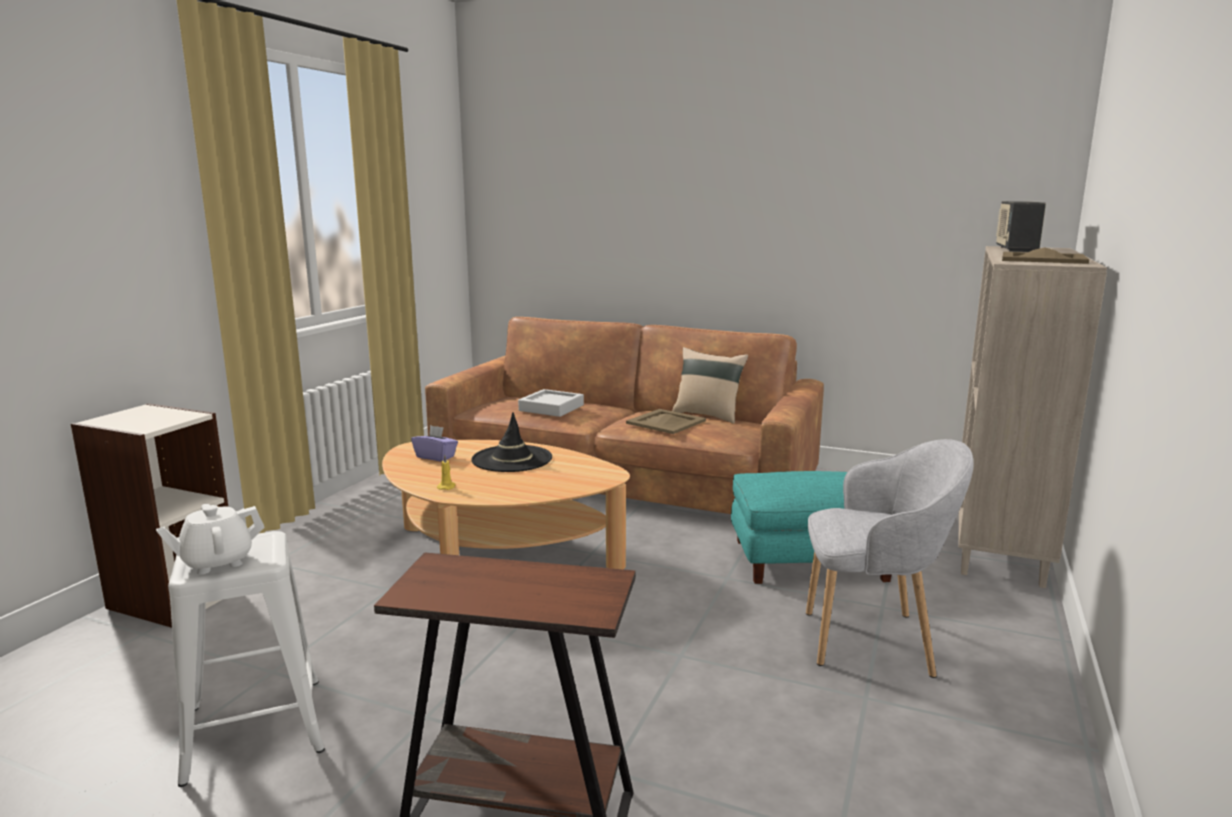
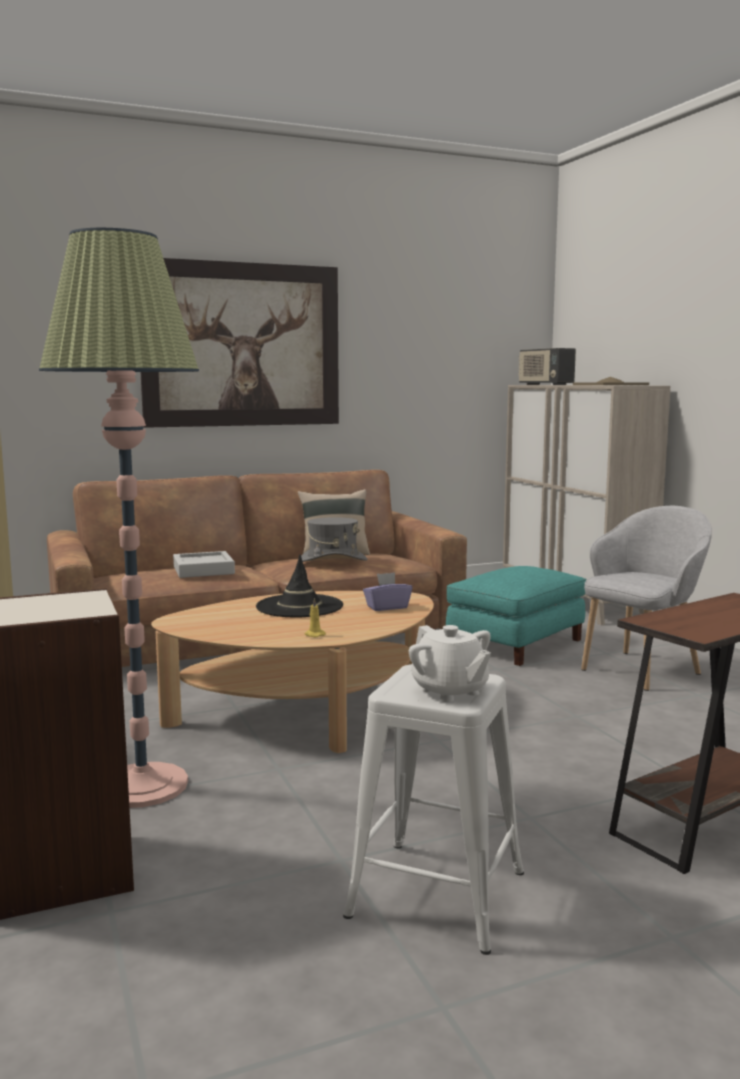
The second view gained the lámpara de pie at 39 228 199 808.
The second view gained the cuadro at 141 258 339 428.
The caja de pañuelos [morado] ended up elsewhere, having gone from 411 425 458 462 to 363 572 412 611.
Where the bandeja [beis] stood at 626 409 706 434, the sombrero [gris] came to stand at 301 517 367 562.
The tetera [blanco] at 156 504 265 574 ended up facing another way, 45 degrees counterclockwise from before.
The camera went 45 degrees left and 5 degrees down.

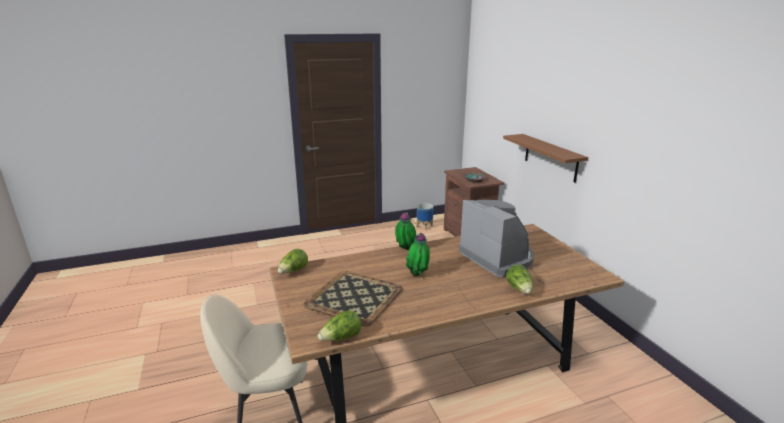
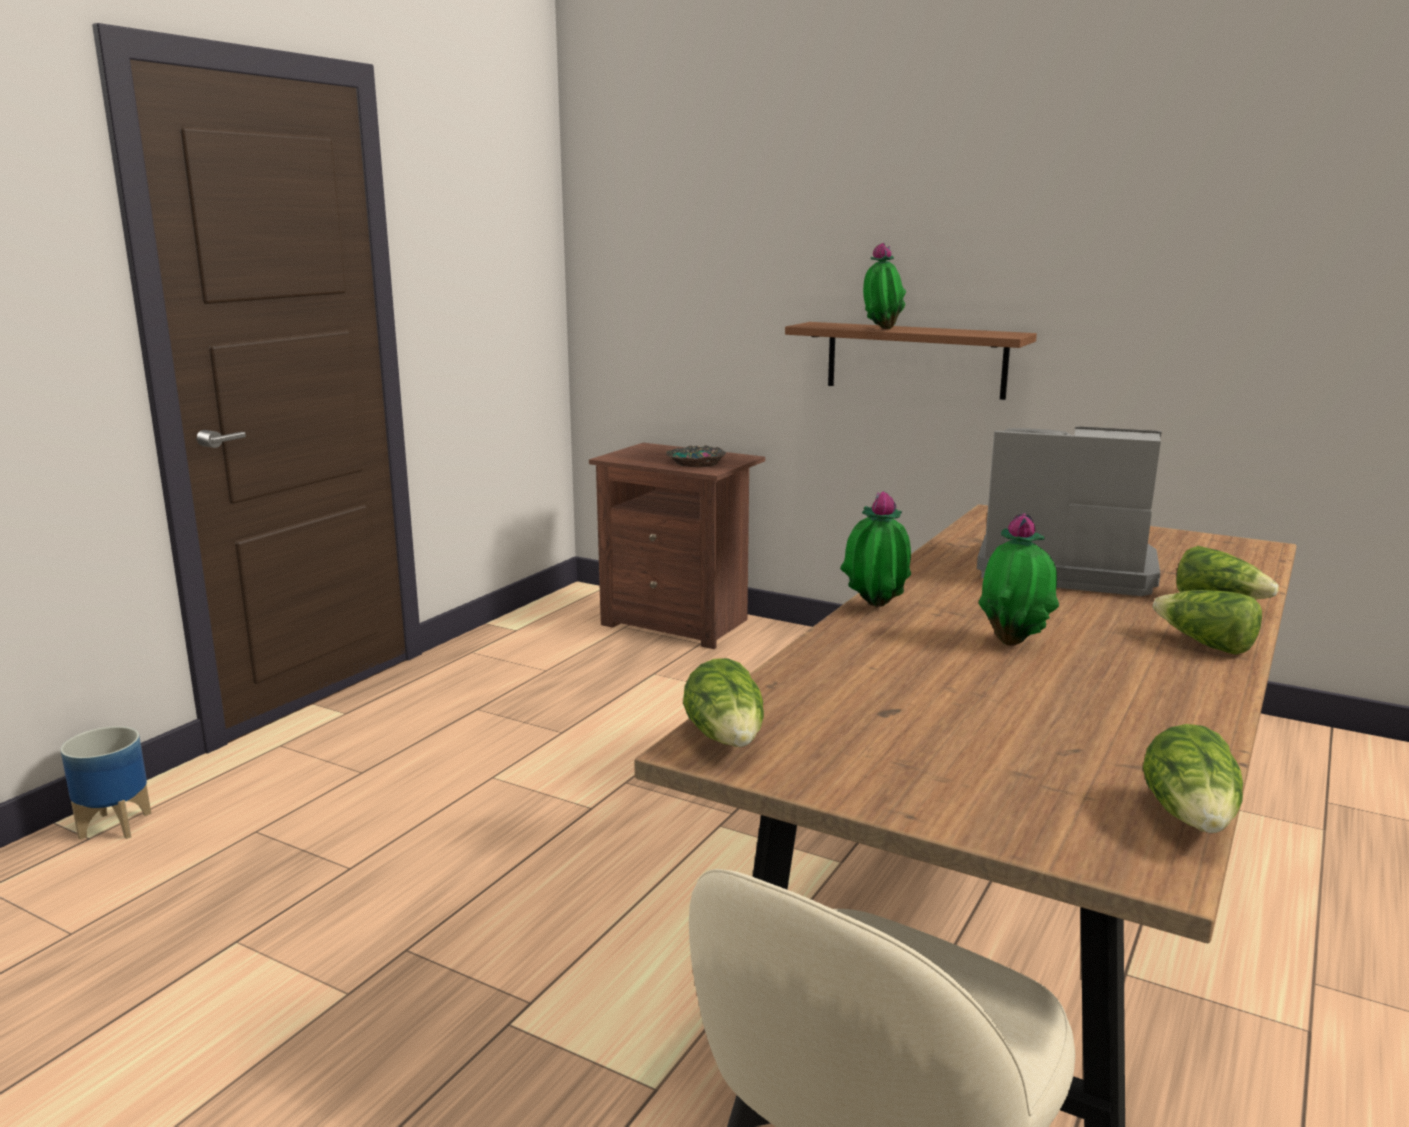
The second view lost the bandeja at 304 271 403 326.
The second view gained the planta en maceta at 863 243 906 330.
The second view gained the lechuga at 1153 590 1262 655.
The maceta ended up elsewhere, having gone from 417 203 434 230 to 61 726 151 840.
The camera went 40 degrees left and 5 degrees down.

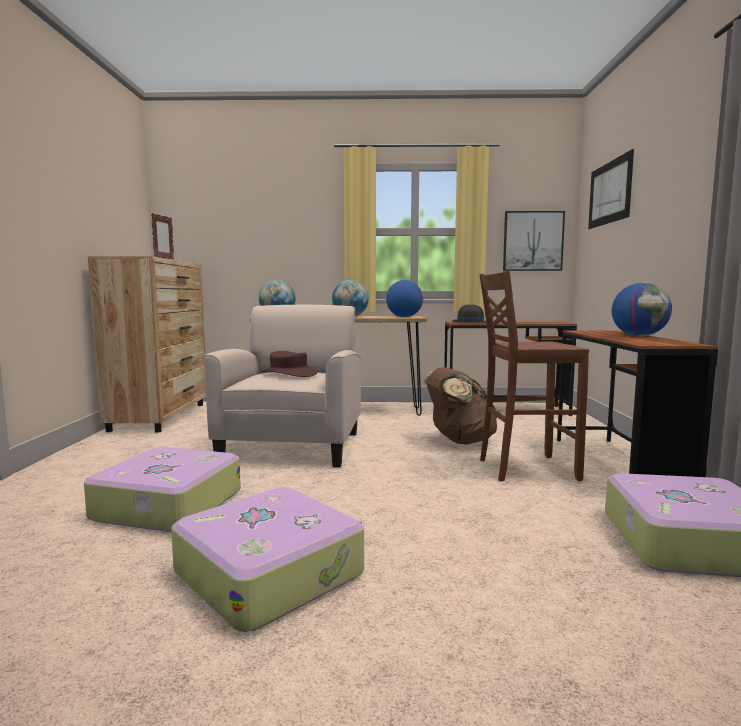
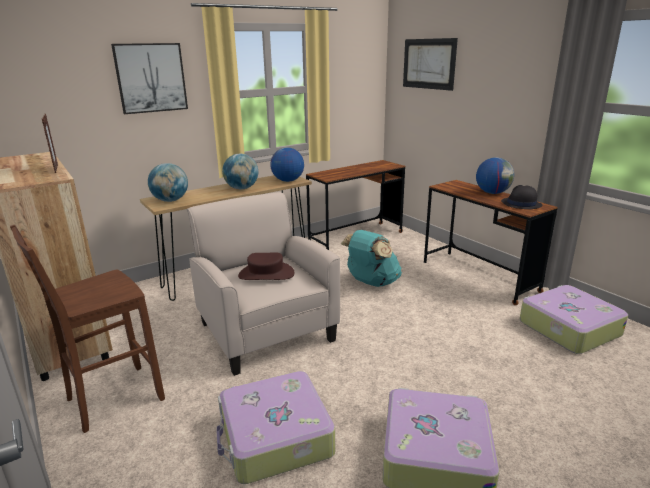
The sombrero [negro] ended up elsewhere, having gone from 452 304 486 322 to 501 185 542 209.
The taburete [marrón] ended up elsewhere, having gone from 479 270 589 481 to 10 225 165 433.
The cuadro ended up elsewhere, having gone from 503 211 565 271 to 111 43 188 114.
What was the mochila [marrón] at 423 367 498 445 turned into the mochila [turquesa] at 341 230 402 287.
The camera went 35 degrees left and 15 degrees up.

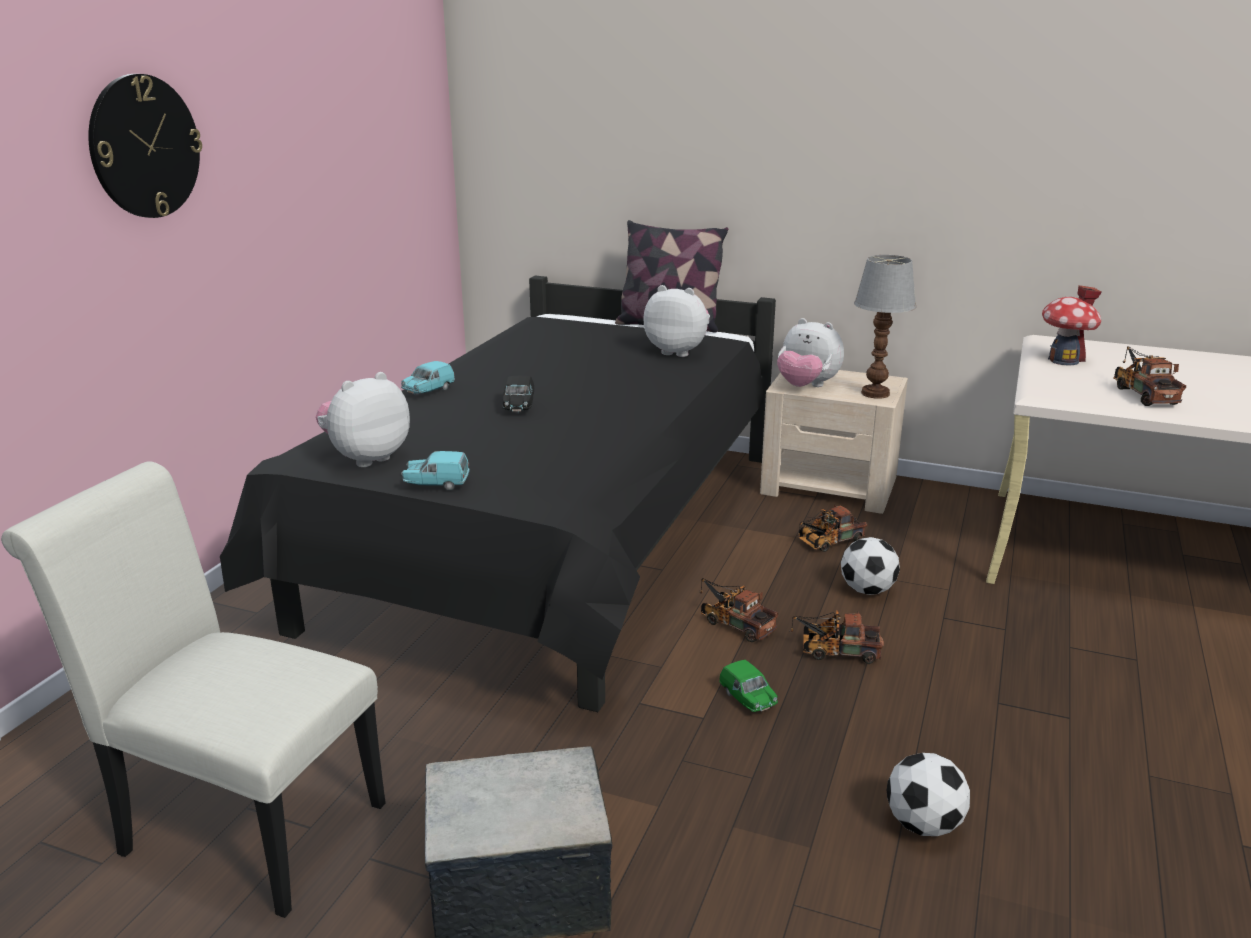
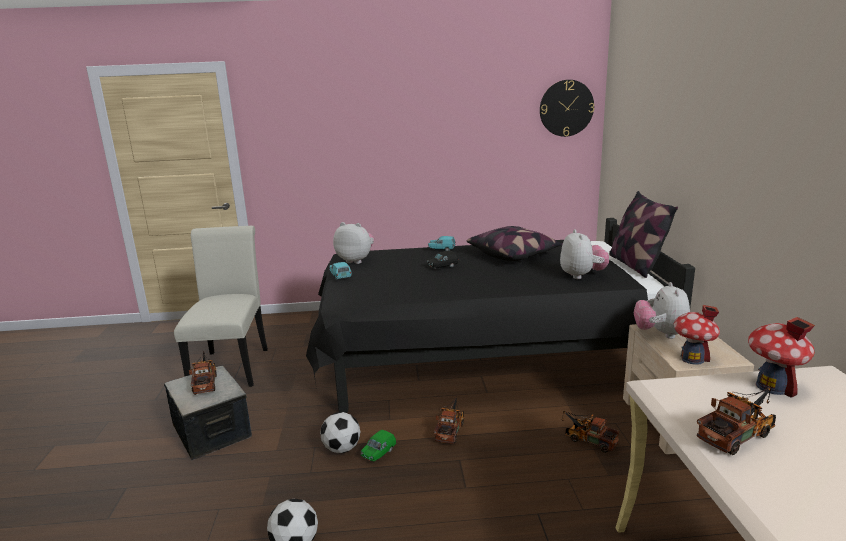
The second view gained the cojín at 466 226 563 261.
The reloj de pared ended up elsewhere, having gone from 88 74 202 218 to 540 80 594 137.
The camión de juguete ended up elsewhere, having gone from 789 610 884 664 to 189 351 217 395.
The balón de fútbol ended up elsewhere, having gone from 841 537 900 595 to 320 412 360 453.
Where the lámpara de mesa stood at 854 255 916 399, the casita came to stand at 674 305 720 365.
The camera went 65 degrees right and 5 degrees down.

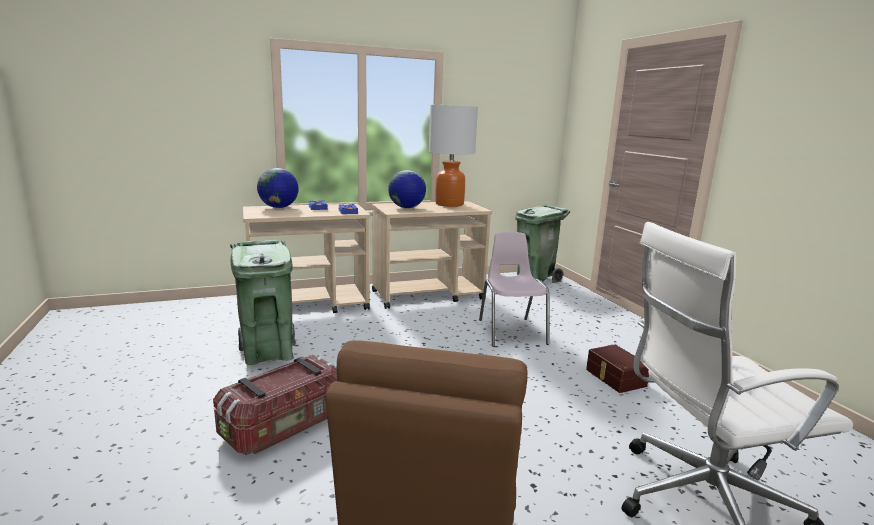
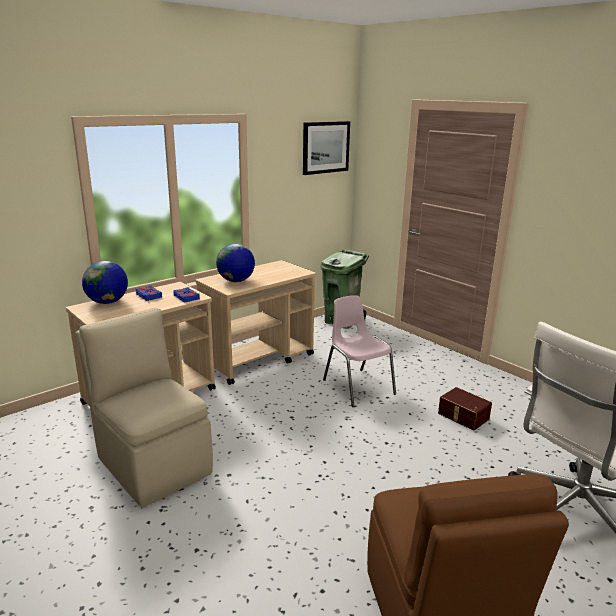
The second view lost the caja de almacenaje at 213 355 338 454.
The second view lost the lámpara de mesa at 429 105 478 207.
The second view gained the cuadro at 303 121 350 175.
Where the papelera [verde] stood at 230 240 296 365, the silla [beis] came to stand at 76 308 213 507.
The camera went 20 degrees left and 5 degrees up.

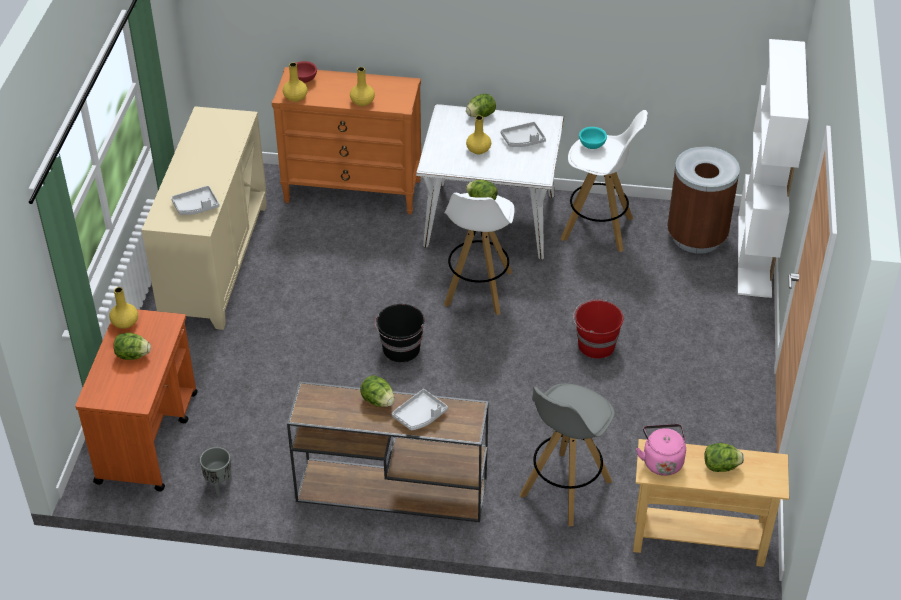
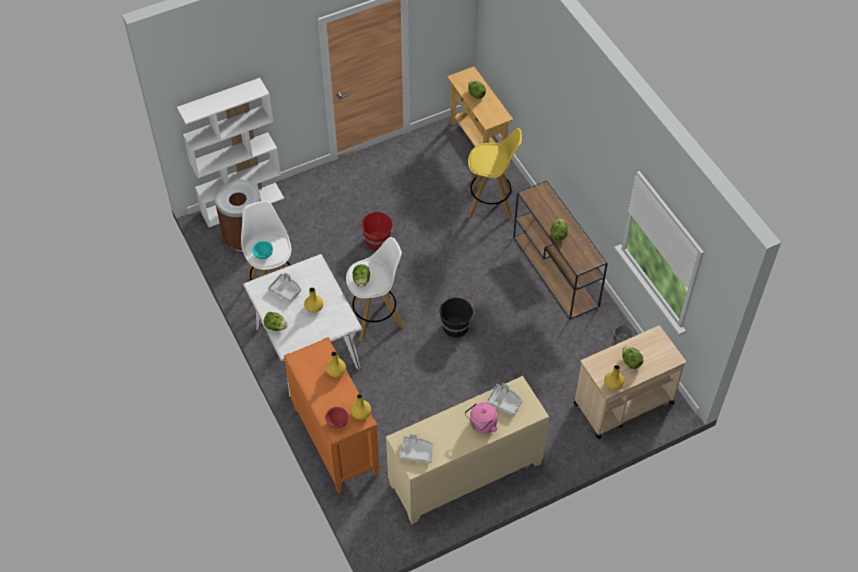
The bandeja [gris] ended up elsewhere, having gone from 392 389 448 431 to 400 434 434 463.
The hervidor [rosa] ended up elsewhere, having gone from 636 424 686 476 to 465 403 498 434.
What was the carrito [naranja] at 75 309 198 491 turned into the carrito [beis] at 574 325 686 439.
What was the taburete [gris] at 520 383 615 526 turned into the taburete [amarillo] at 467 128 522 220.
The camera went 125 degrees left and 10 degrees up.

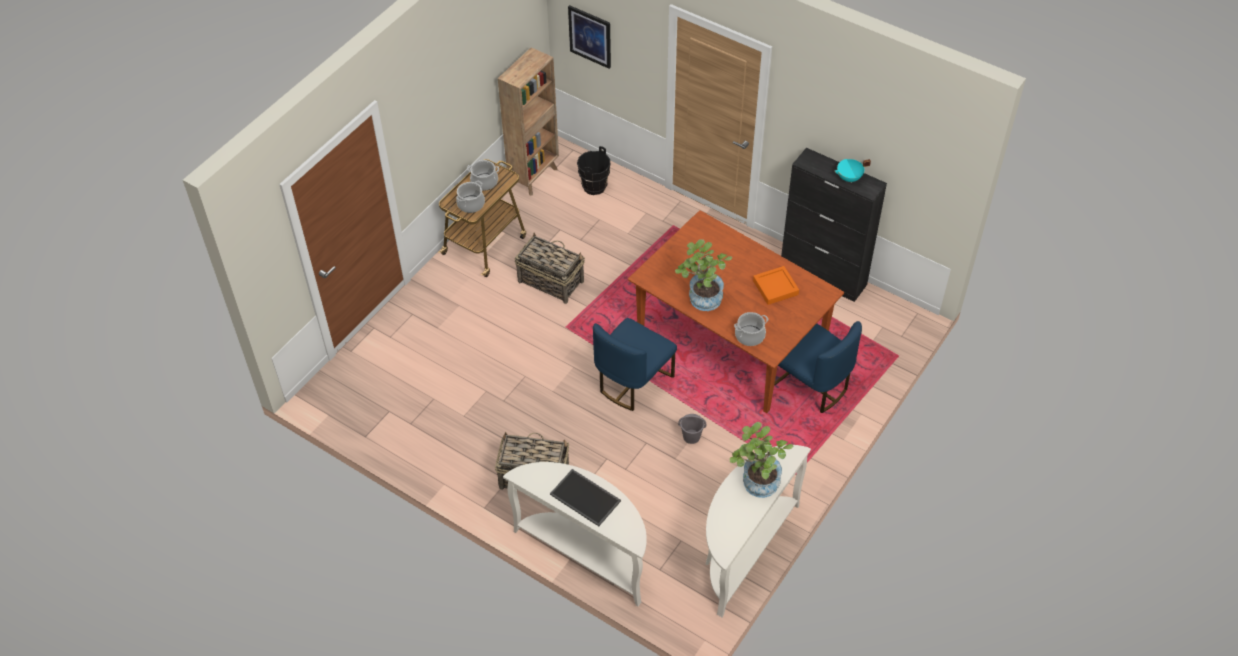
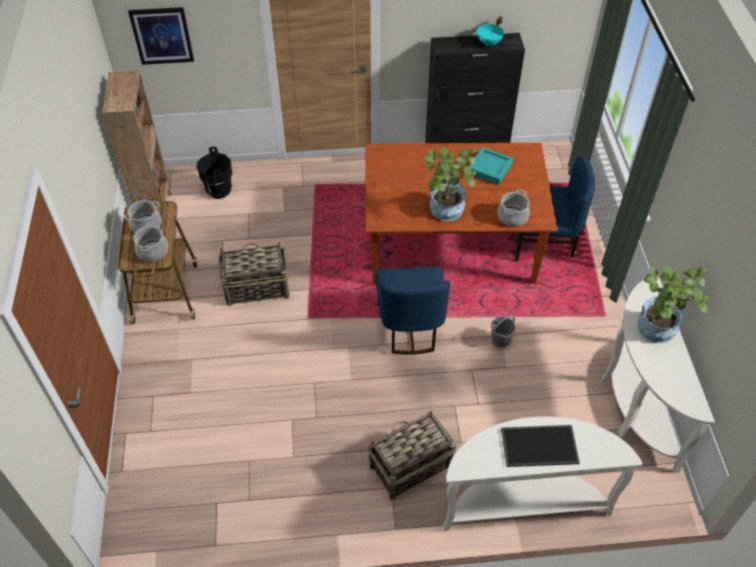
What was the bandeja [naranja] at 753 266 799 305 turned into the bandeja [turquesa] at 469 147 513 185.
The camera went 40 degrees left and 0 degrees up.

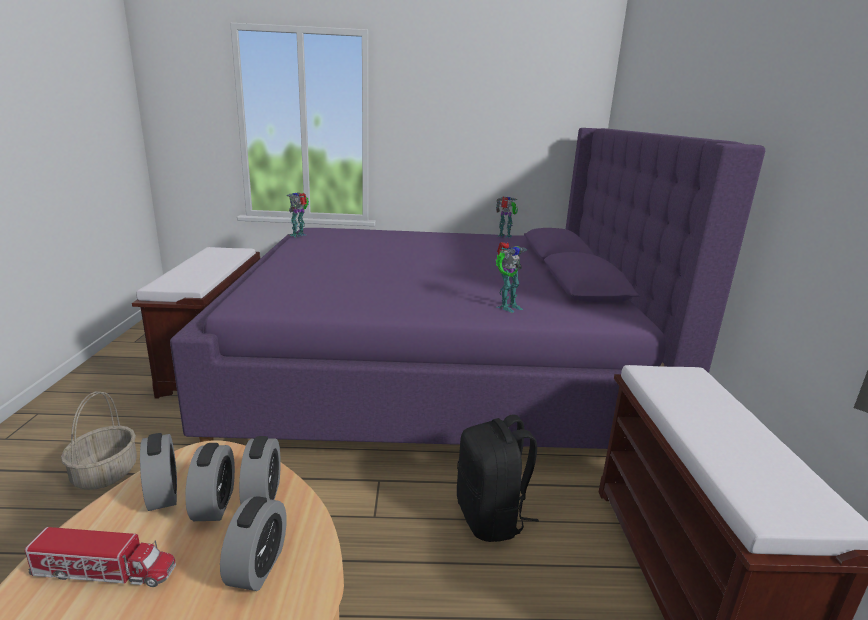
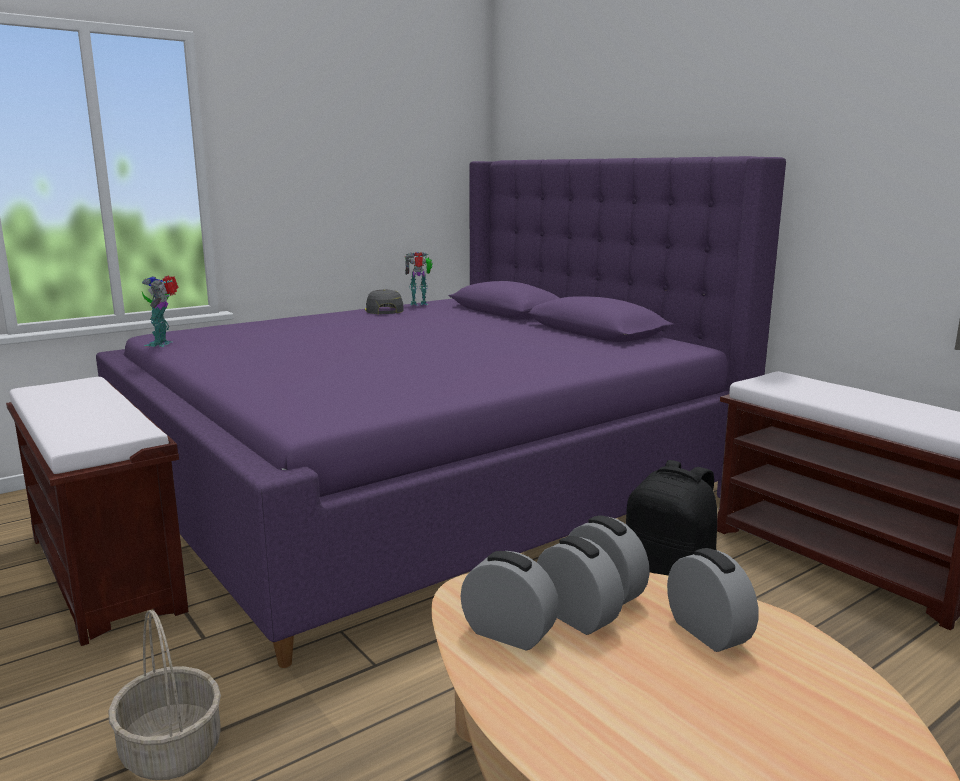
The second view lost the camión de juguete at 25 527 176 587.
The second view lost the robot de juguete at 496 242 528 312.
The second view gained the gorra [gris] at 365 290 404 314.
The camera went 35 degrees left and 5 degrees down.

